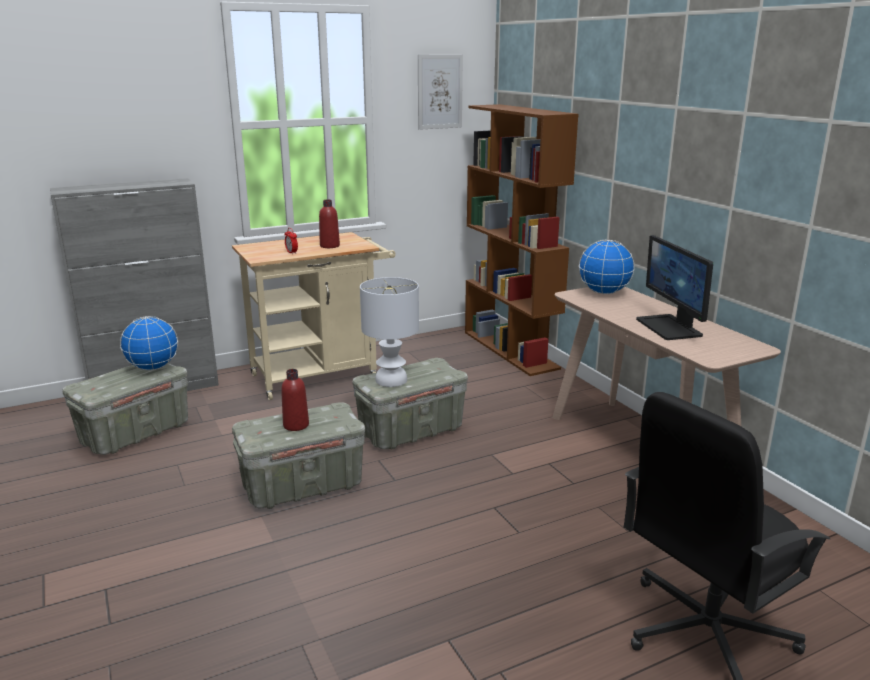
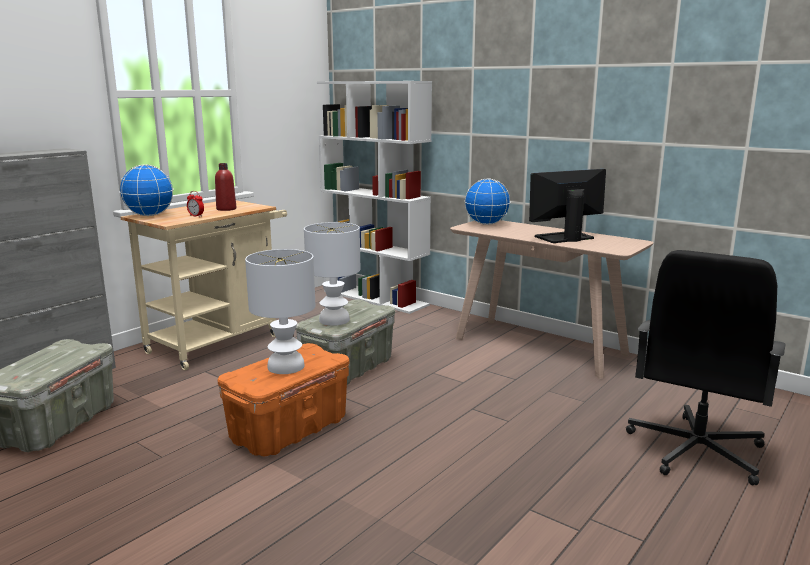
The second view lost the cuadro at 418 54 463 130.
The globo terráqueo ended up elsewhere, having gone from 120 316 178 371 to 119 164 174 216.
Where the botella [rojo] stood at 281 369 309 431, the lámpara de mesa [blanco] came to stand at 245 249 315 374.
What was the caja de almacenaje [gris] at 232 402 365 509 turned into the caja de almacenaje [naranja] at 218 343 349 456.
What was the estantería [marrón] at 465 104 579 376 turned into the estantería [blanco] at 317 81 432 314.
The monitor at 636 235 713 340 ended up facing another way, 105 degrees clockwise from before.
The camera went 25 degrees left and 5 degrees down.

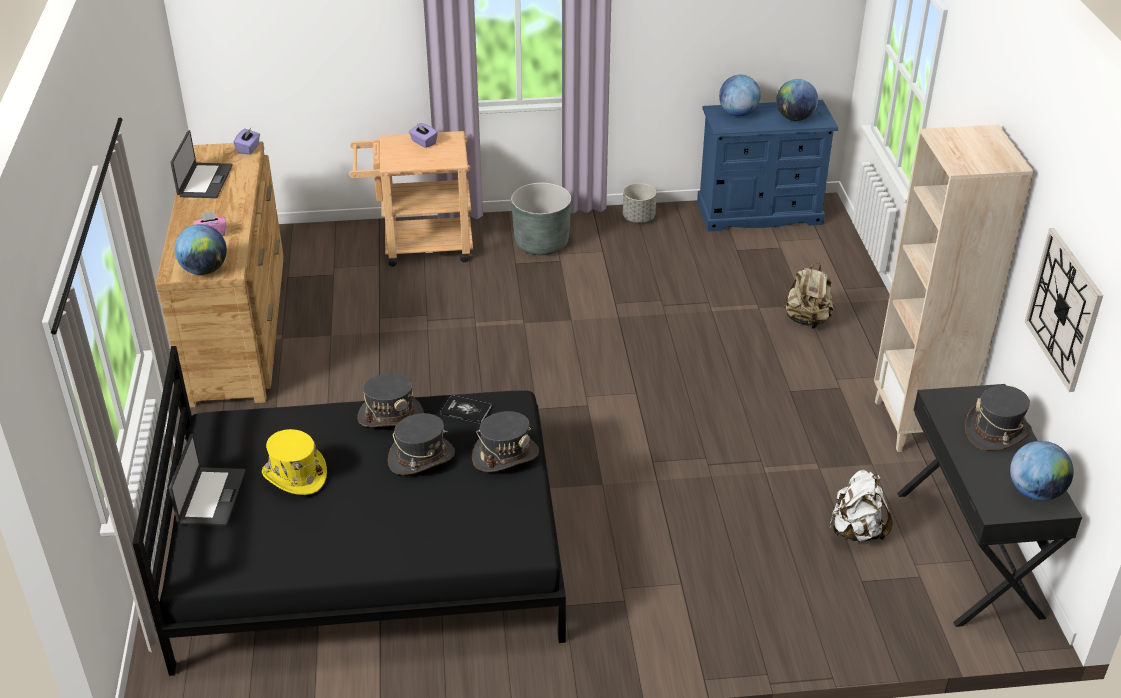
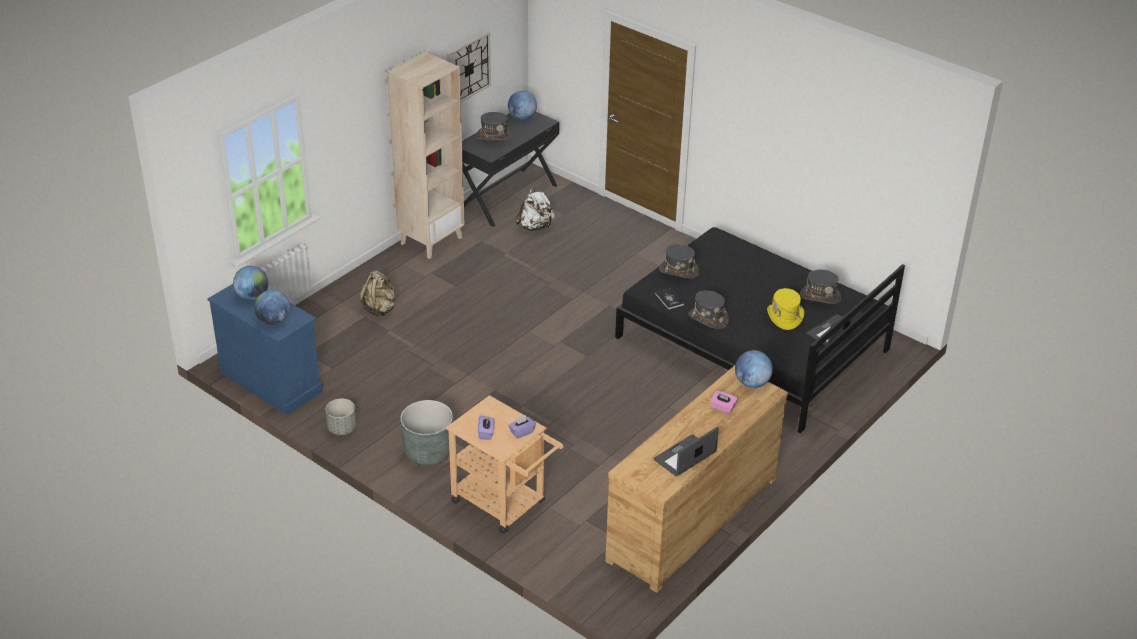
The caja de pañuelos [morado] ended up elsewhere, having gone from 234 128 260 155 to 508 415 536 439.
The sombrero [gris] ended up elsewhere, having gone from 388 413 455 475 to 800 270 841 304.
The camera went 135 degrees left and 0 degrees up.

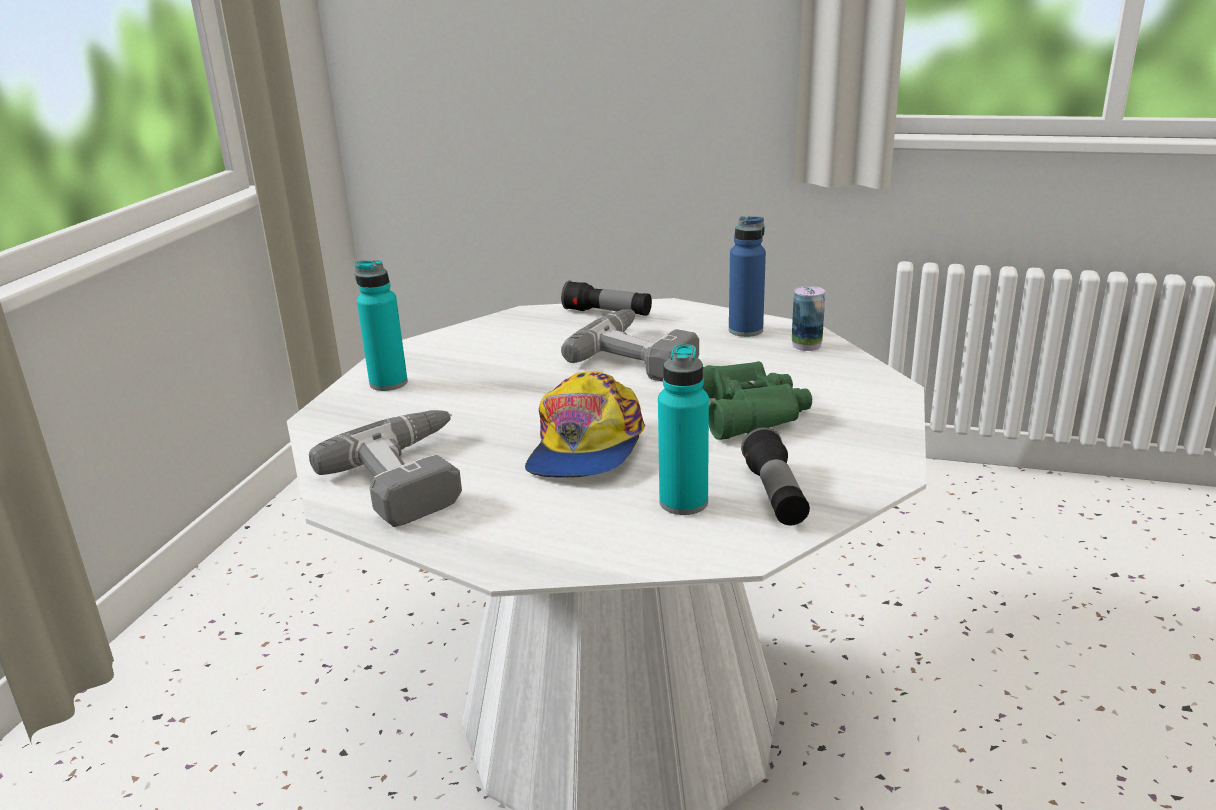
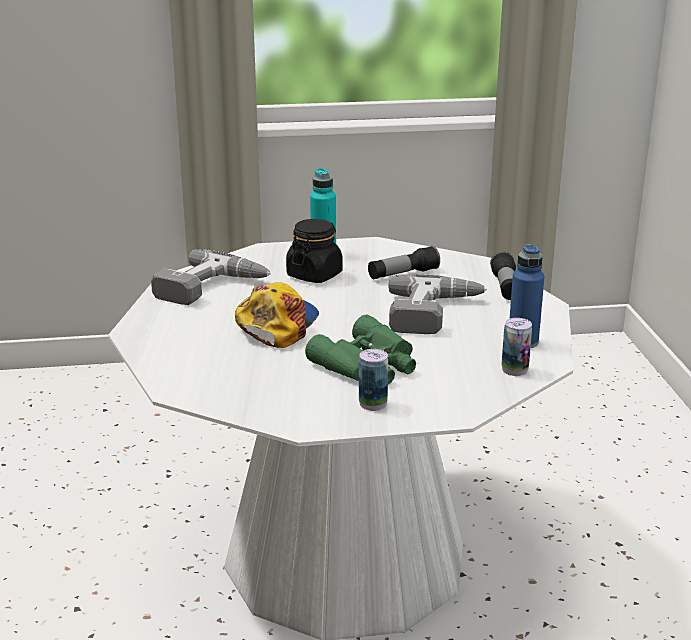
The second view lost the botella [turquesa] at 658 344 709 515.
The second view gained the tarro [negro] at 286 219 343 283.
The second view gained the lata at 359 349 388 411.
The linterna ended up elsewhere, having gone from 741 427 810 525 to 368 246 440 279.
The gorra at 525 372 645 478 ended up facing another way, 120 degrees clockwise from before.
The camera went 65 degrees right and 0 degrees up.

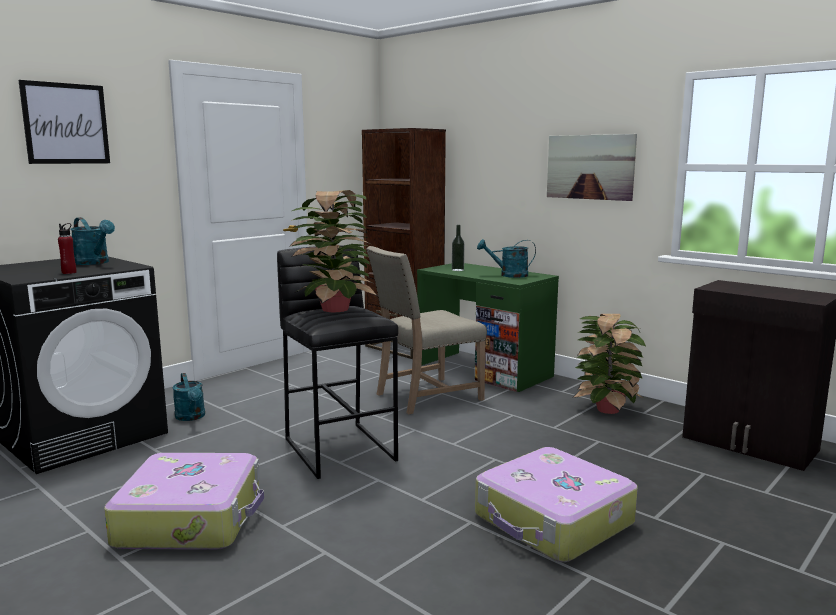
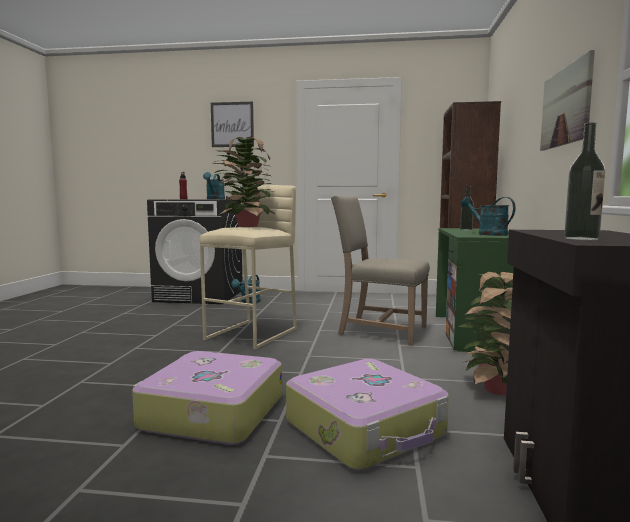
The second view gained the botella at 564 122 605 240.
The maleta ended up elsewhere, having gone from 104 453 264 550 to 286 359 449 470.
What was the taburete [negro] at 277 245 398 479 turned into the taburete [beis] at 200 185 297 349.
The camera went 55 degrees right and 5 degrees down.

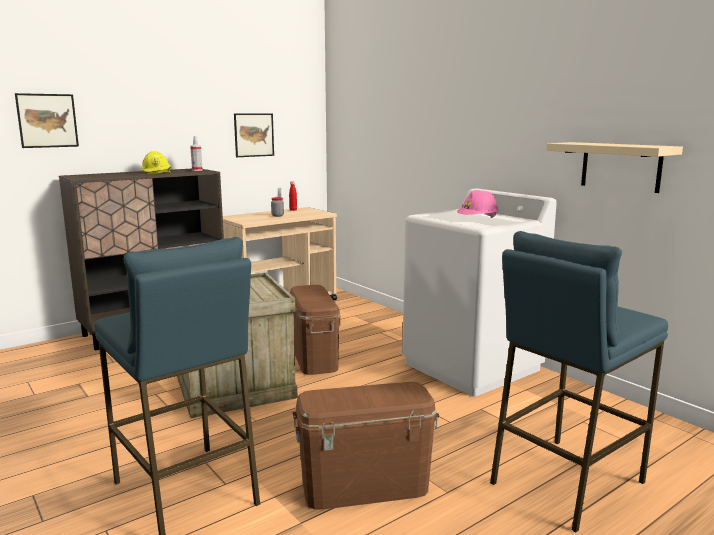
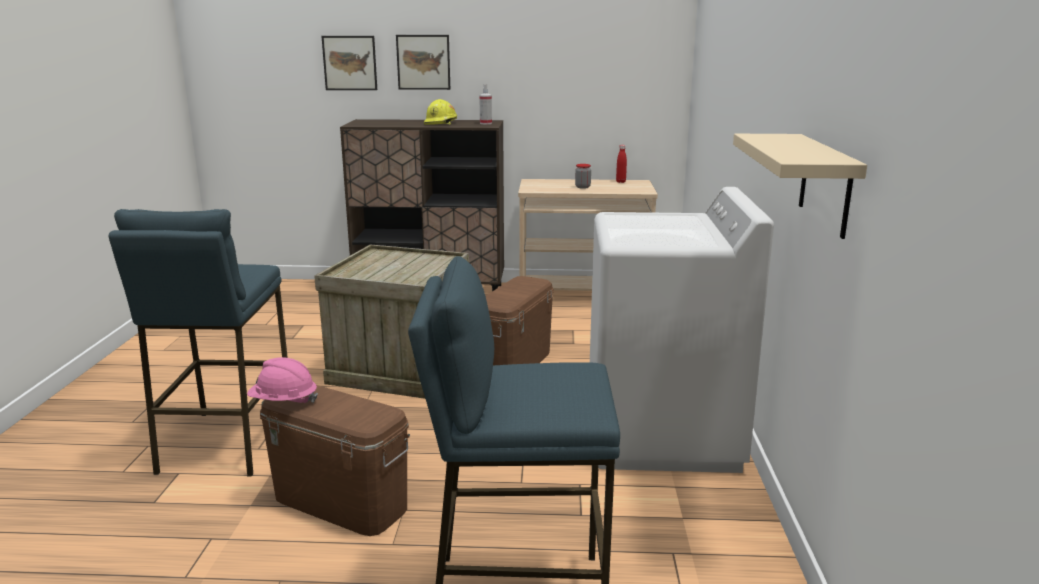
The cuadro ended up elsewhere, having gone from 234 113 274 157 to 396 35 450 90.
The casco [rosa] ended up elsewhere, having gone from 457 190 499 218 to 247 357 318 403.
The camera went 40 degrees right and 5 degrees up.

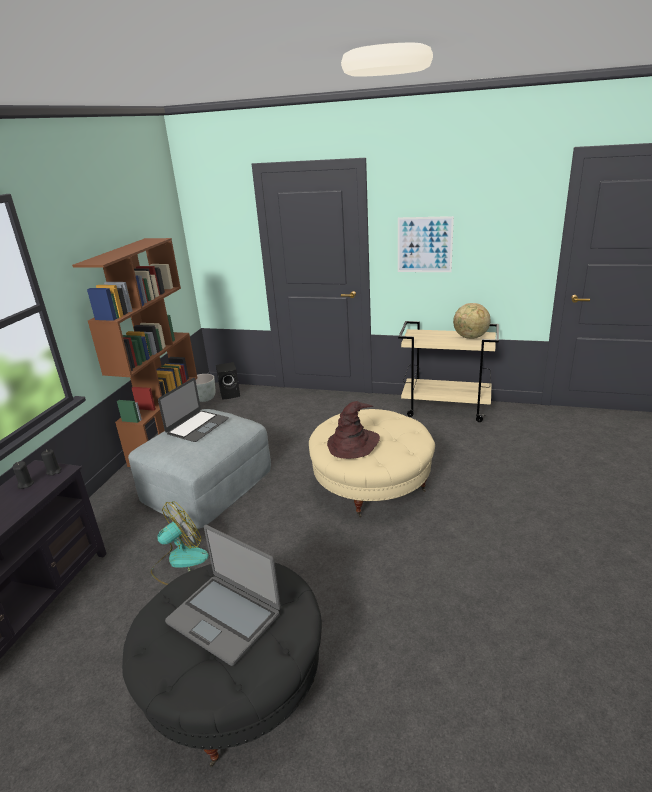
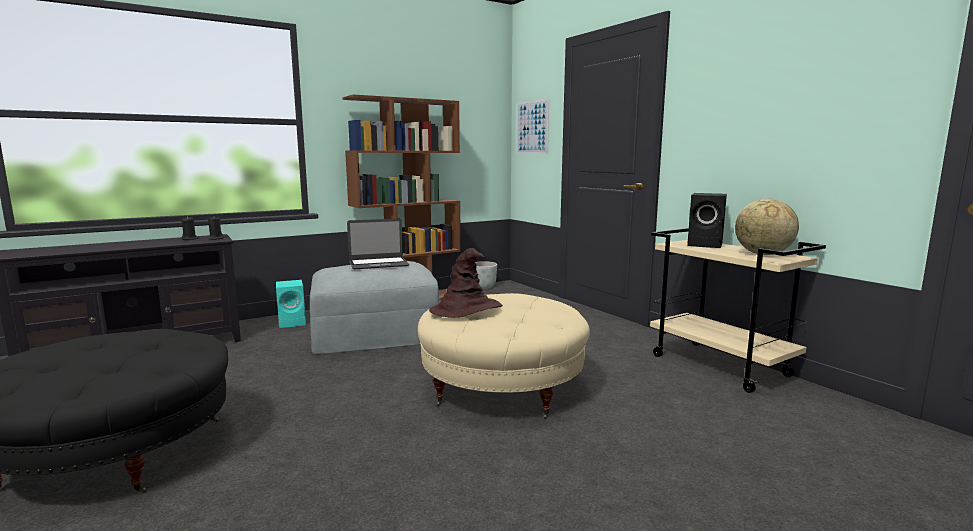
The second view lost the ventilador at 151 501 209 585.
The second view lost the portátil at 165 525 281 666.
The second view gained the altavoz [turquesa] at 276 280 306 328.
The altavoz [negro] ended up elsewhere, having gone from 216 362 240 400 to 687 193 727 248.
The cuadro ended up elsewhere, having gone from 398 216 454 272 to 517 99 549 154.
The camera went 40 degrees right and 15 degrees down.

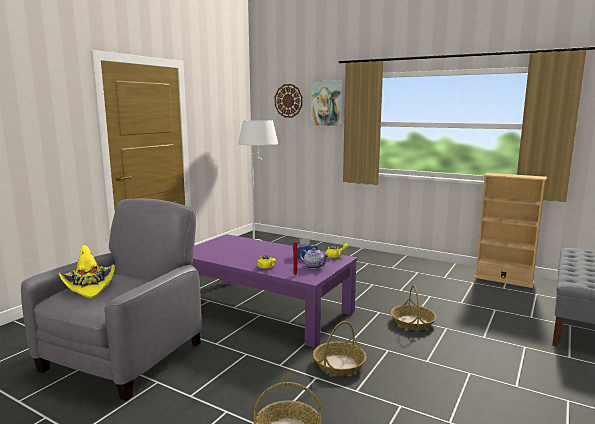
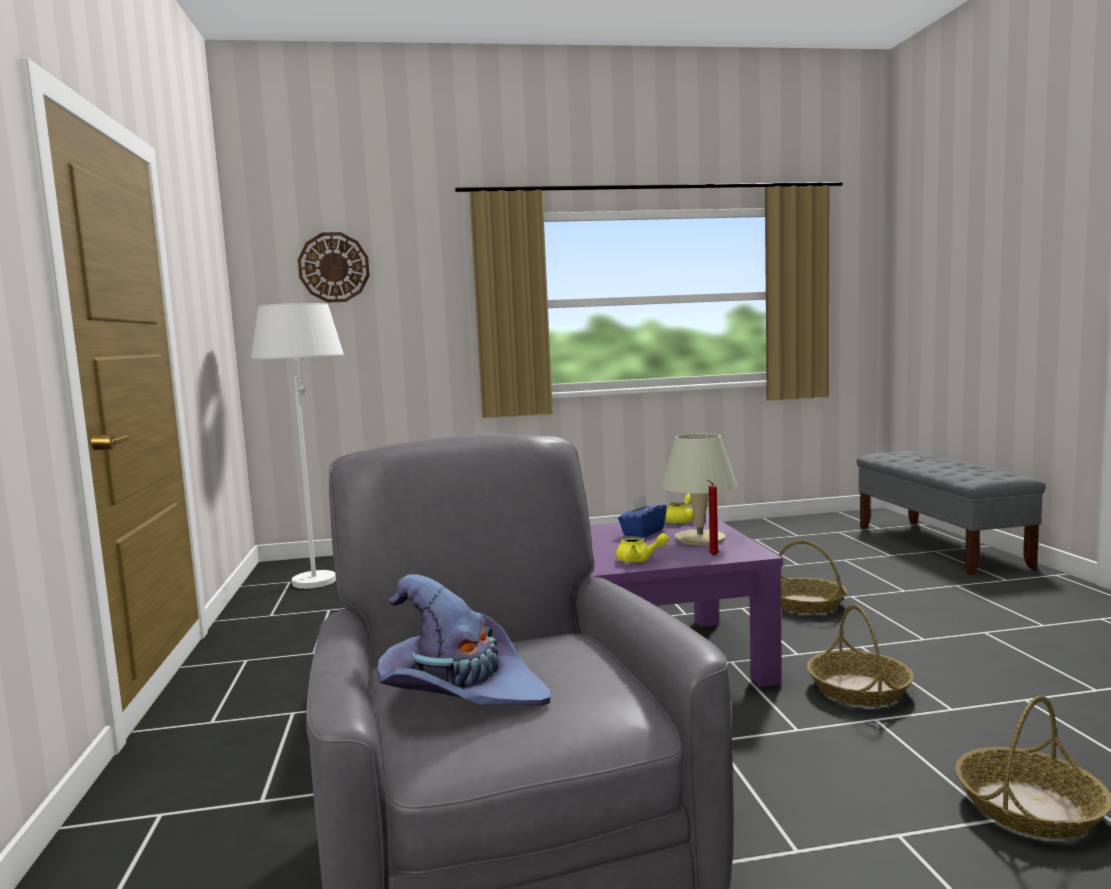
The second view lost the cuadro at 309 80 342 126.
The second view lost the estantería [beis] at 474 173 547 288.
Where the tetera stood at 300 248 329 269, the lámpara de mesa [beis] came to stand at 661 433 738 546.
What was the sombrero [amarillo] at 59 245 115 298 turned into the sombrero [morado] at 378 574 551 706.
The camera went 40 degrees left and 5 degrees down.

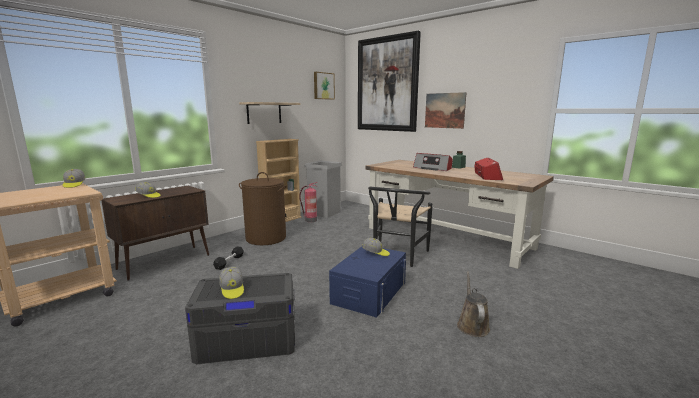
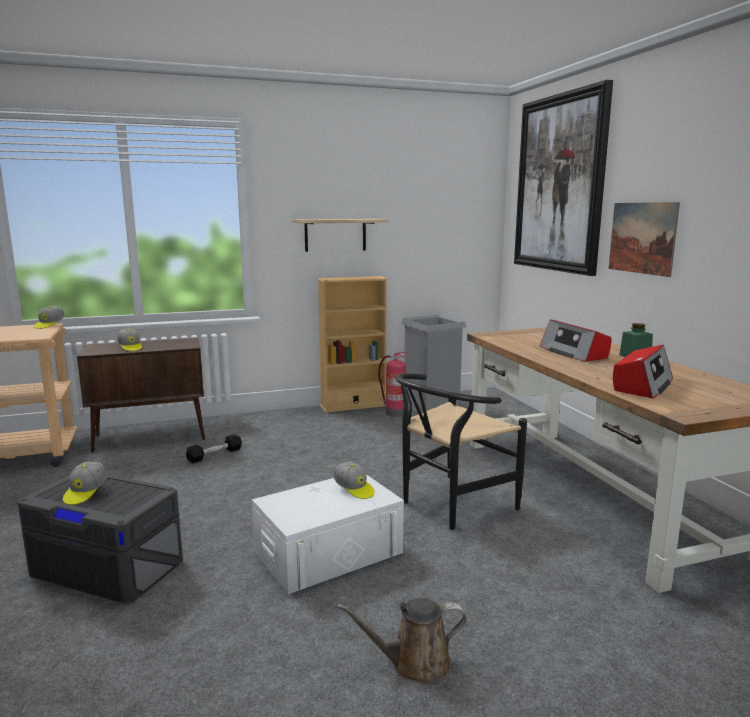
The second view lost the cesto de la ropa [marrón] at 239 172 287 245.
The second view lost the cuadro at 314 72 335 100.
What was the caja de almacenaje [azul] at 329 246 406 318 turned into the caja de almacenaje [blanco] at 252 474 404 594.
The regadera [marrón] at 457 271 490 337 ended up facing another way, 135 degrees counterclockwise from before.
The camera went 30 degrees right and 0 degrees up.

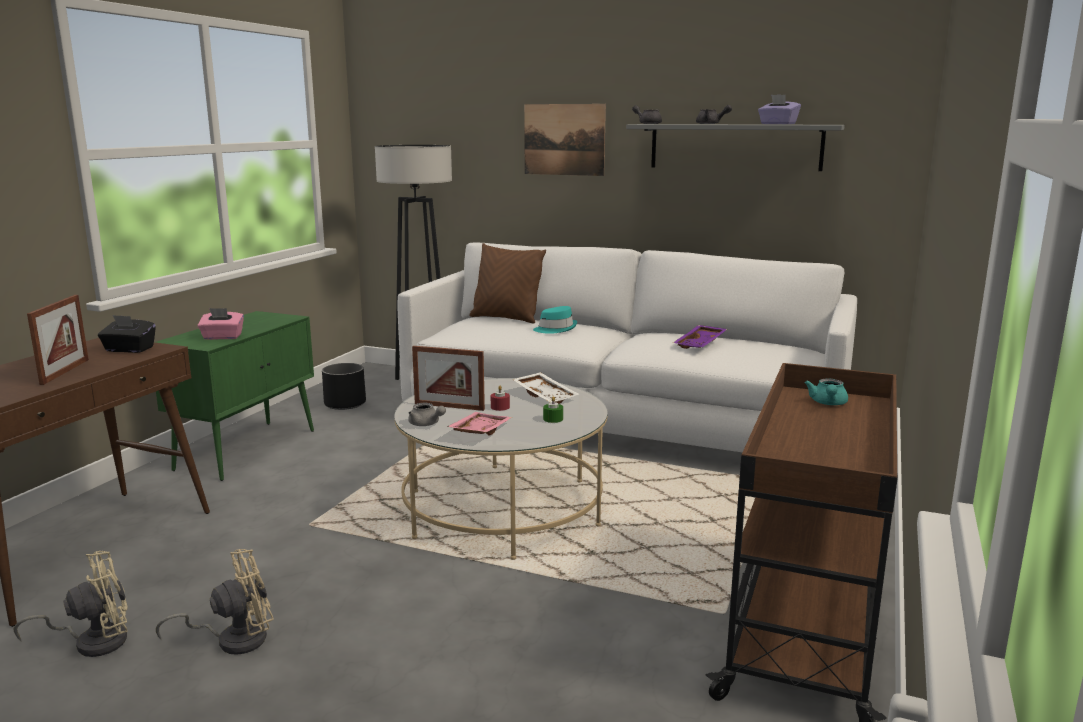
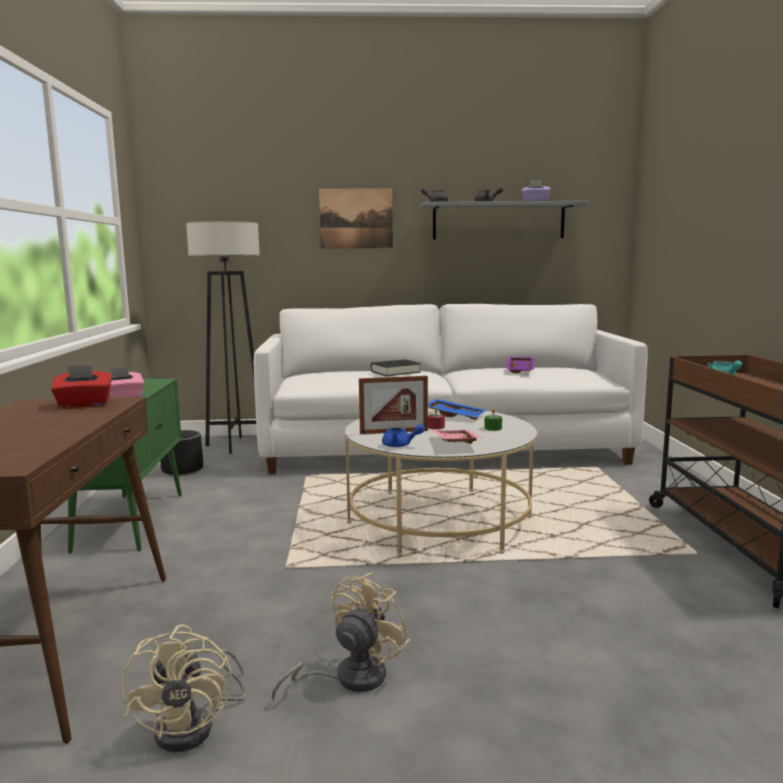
The second view lost the portarretratos at 27 295 89 385.
The second view lost the cojín [marrón] at 469 243 546 324.
Where the sombrero [turquesa] stood at 533 306 577 334, the libro [negro] came to stand at 371 359 421 376.
What was the caja de pañuelos [negro] at 98 315 156 353 turned into the caja de pañuelos [rojo] at 51 365 112 408.
What was the tetera [gris] at 408 403 446 426 turned into the tetera [azul] at 382 424 425 447.
What was the bandeja [blanco] at 512 372 579 404 turned into the bandeja [azul] at 428 399 486 420.
The ventilador [beis] at 14 551 128 657 ended up facing another way, 135 degrees clockwise from before.
The camera went 25 degrees left and 5 degrees down.

